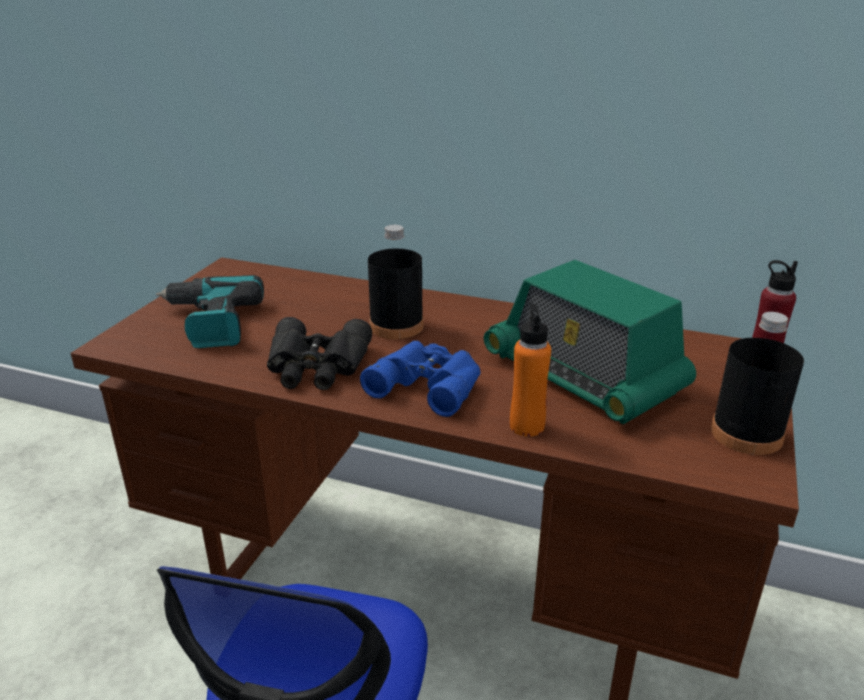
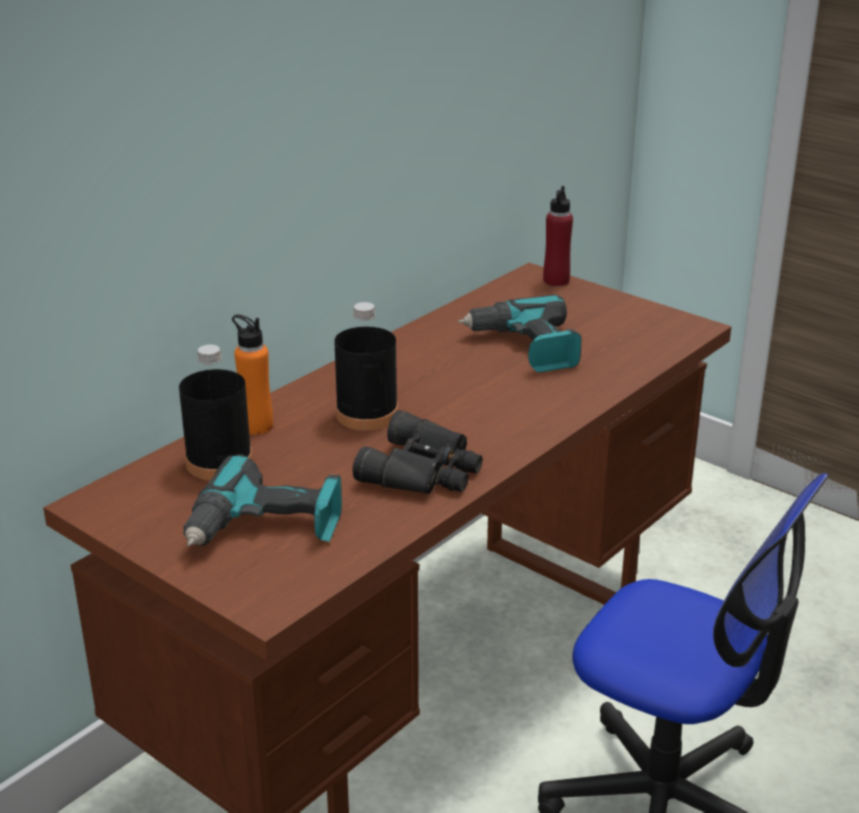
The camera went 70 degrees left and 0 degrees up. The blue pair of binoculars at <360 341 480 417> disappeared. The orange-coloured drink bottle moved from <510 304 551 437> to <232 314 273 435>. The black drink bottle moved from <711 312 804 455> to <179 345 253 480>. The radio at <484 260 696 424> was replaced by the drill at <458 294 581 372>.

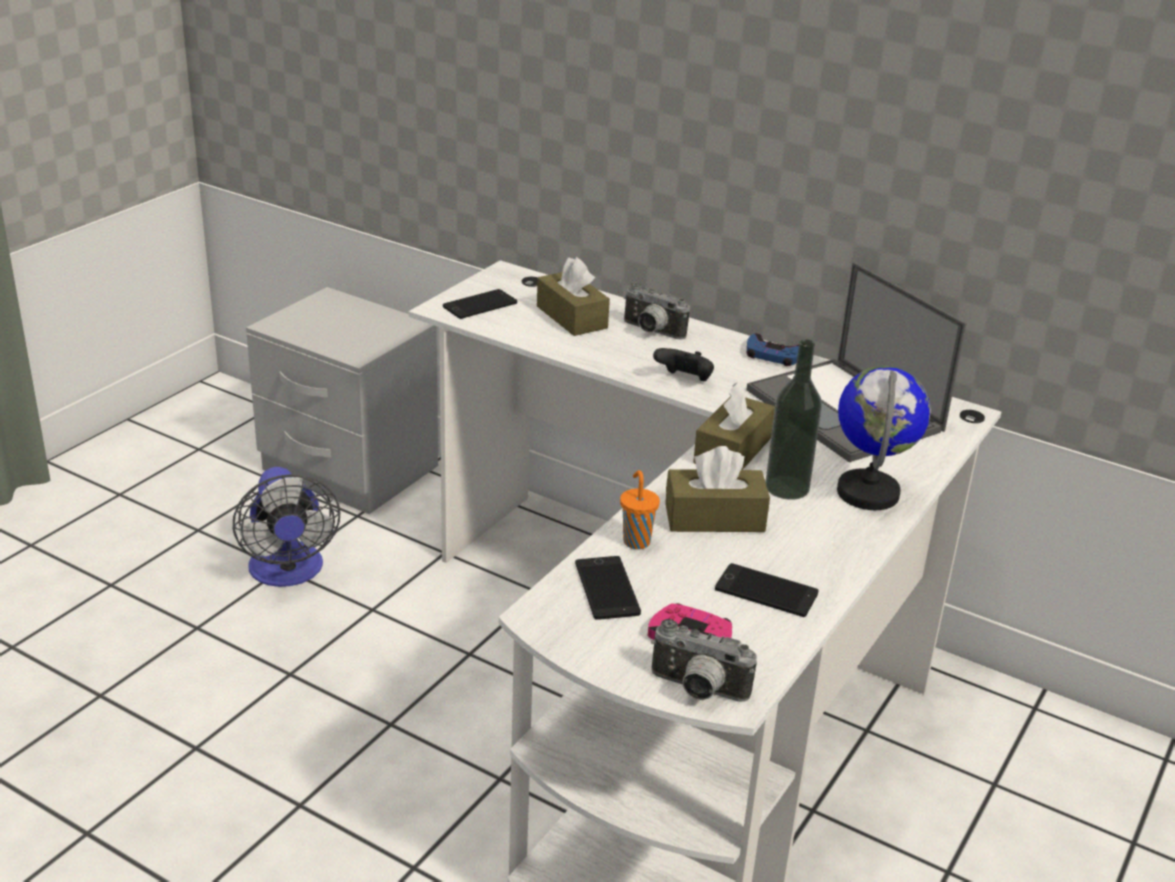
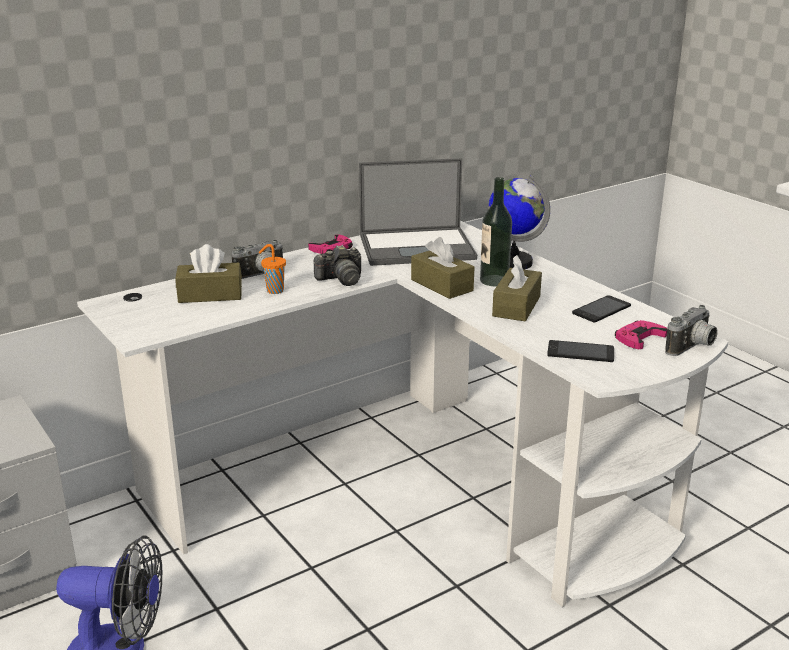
The camera went 65 degrees left and 5 degrees down. The handset at <443 289 517 319> disappeared. The orange-coloured small cup moved from <620 470 660 549> to <259 244 286 294>. The black joypad at <653 348 714 381> was replaced by the still camera at <313 245 361 286>. The blue joypad at <747 333 799 366> became the pinkish joypad at <308 234 353 254>.

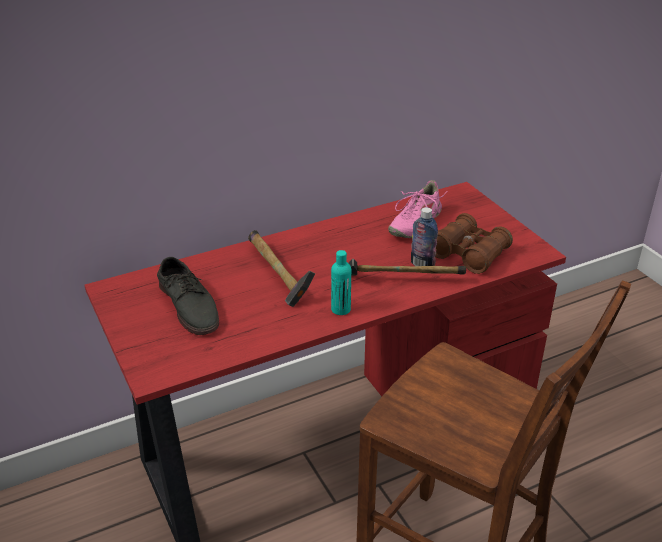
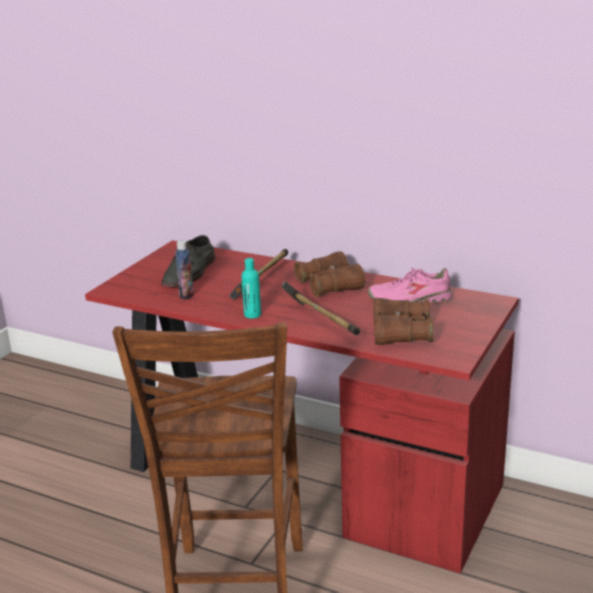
The camera went 55 degrees right and 10 degrees down. The brown pair of binoculars at <294 251 365 297> appeared. The drink bottle moved from <411 207 438 266> to <175 241 194 300>.

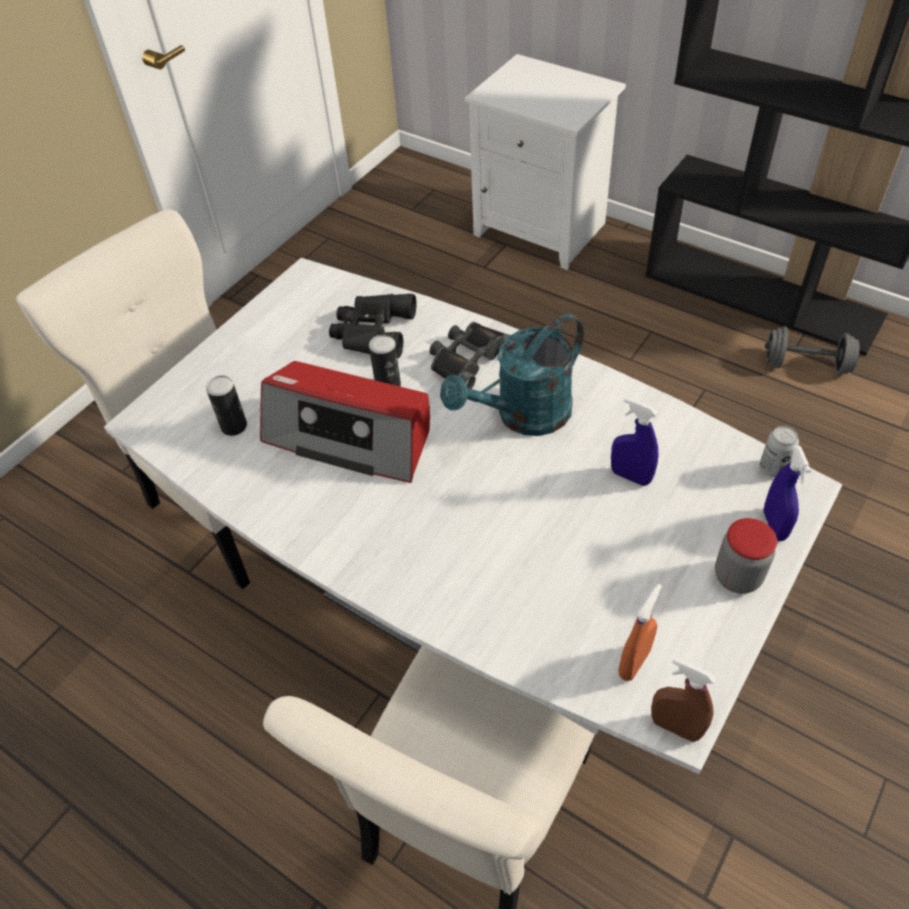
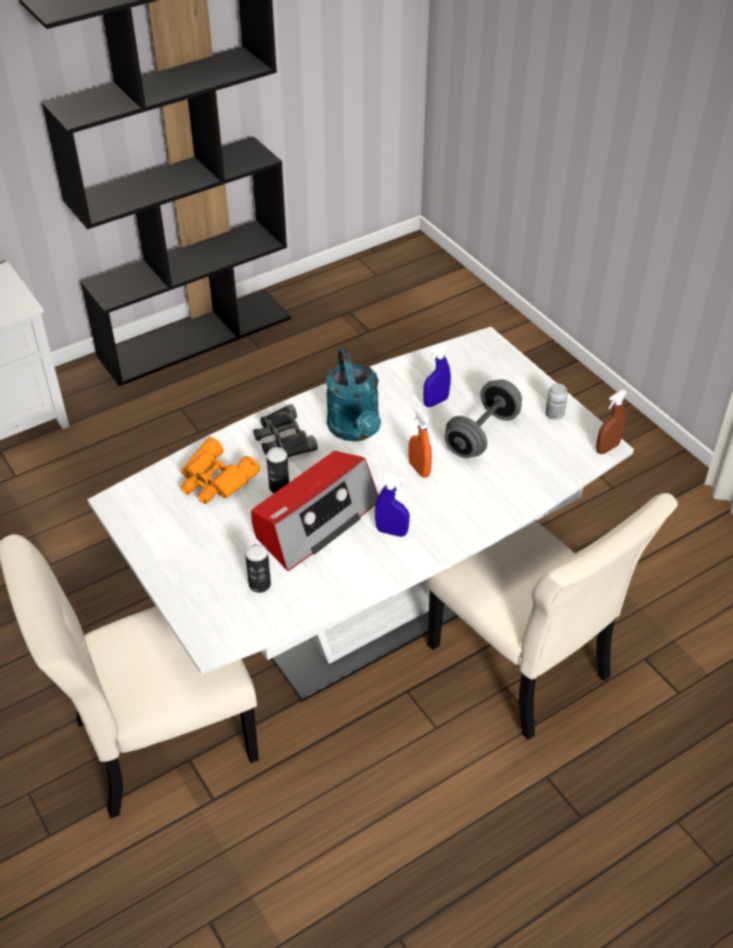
The camera went 70 degrees left and 5 degrees down. The storage jar at <715 518 777 594> disappeared. The orange-coloured hand sprayer moved from <618 584 662 681> to <409 406 432 478>. The can moved from <759 426 799 478> to <545 383 568 420>. The blue hand sprayer moved from <763 445 811 541> to <375 474 410 537>. The grey dumbbell moved from <765 326 860 375> to <444 380 522 458>. The black pair of binoculars at <329 294 417 358> became the orange-coloured pair of binoculars at <181 437 260 504>.

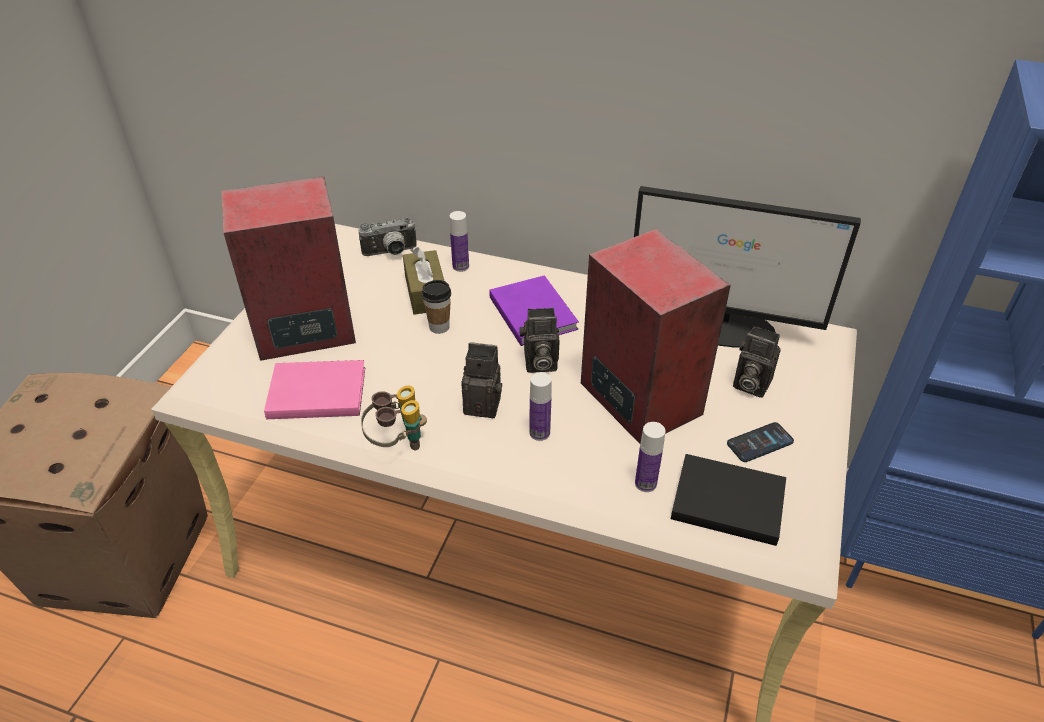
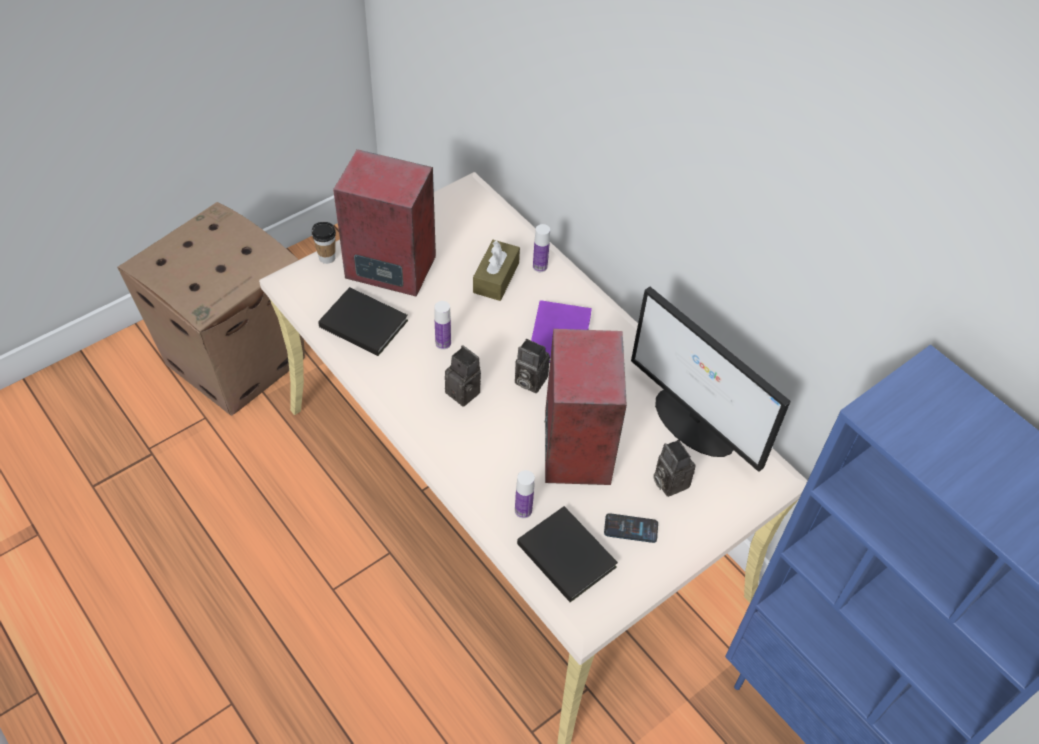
The camera went 30 degrees right and 10 degrees up. The still camera at <358 218 417 256> disappeared. The pair of binoculars at <361 386 427 450> disappeared. The small cup moved from <422 280 451 334> to <311 222 336 264>. The drink bottle moved from <529 372 552 441> to <434 301 451 350>. The pinkish bound book at <264 360 365 419> became the black bound book at <318 287 408 356>.

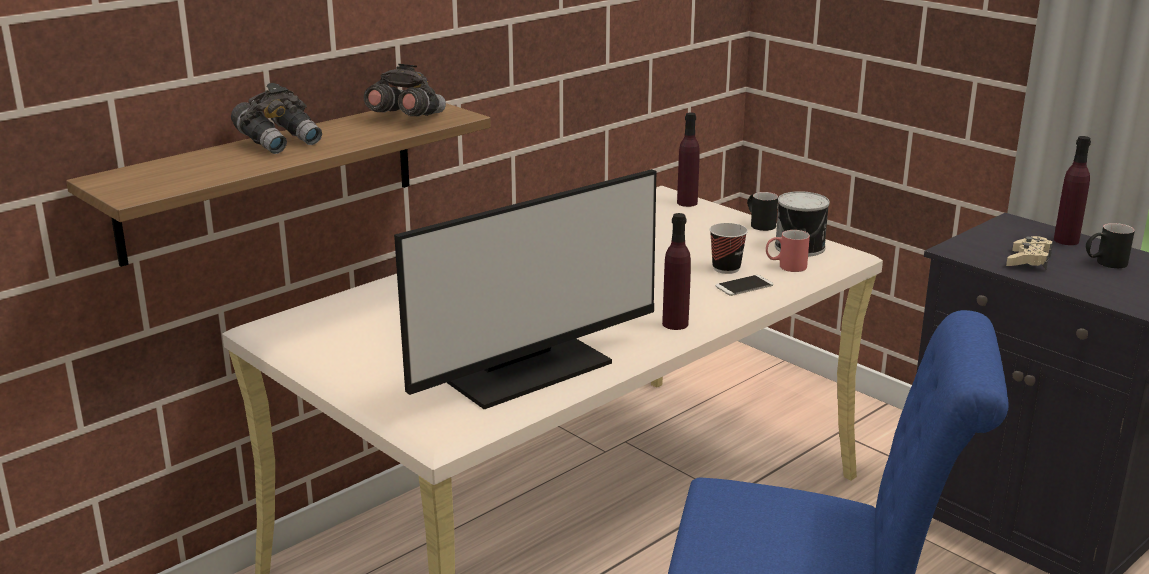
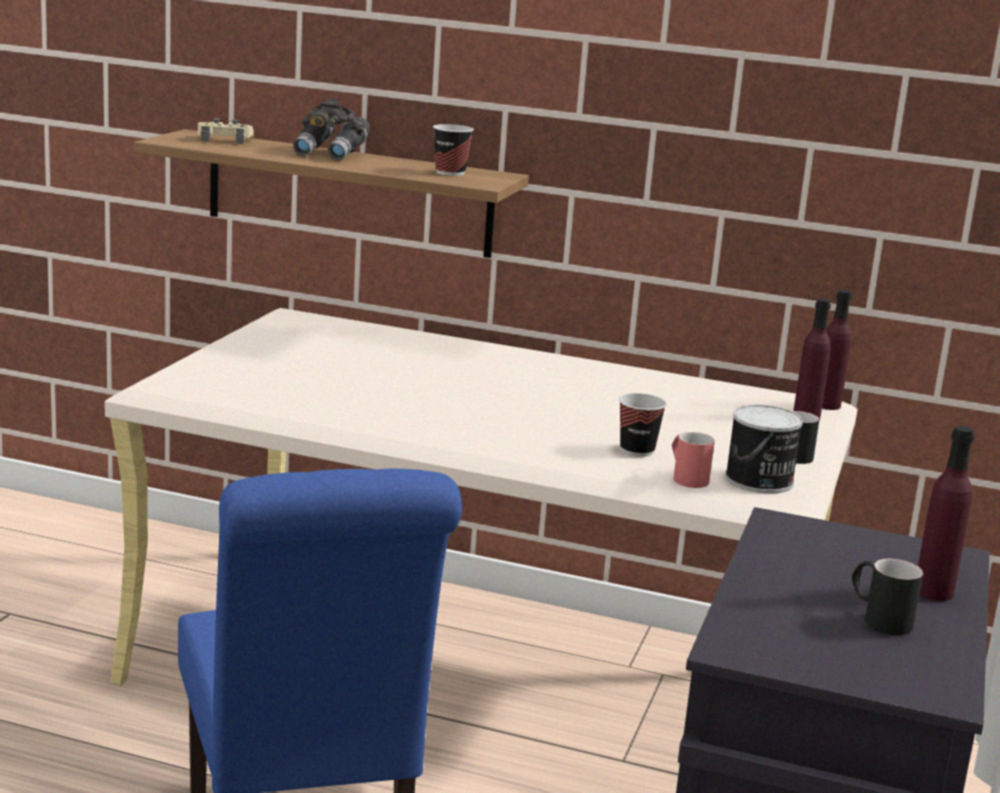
The camera went 60 degrees right and 5 degrees down. The computer screen at <394 169 656 409> disappeared. The handset at <715 275 773 296> disappeared. The purple-coloured drink bottle moved from <662 213 691 330> to <822 290 852 410>. The beige-coloured joypad moved from <1006 236 1053 270> to <198 118 253 144>. The grey pair of binoculars at <364 64 446 116> was replaced by the small cup at <433 124 474 176>.

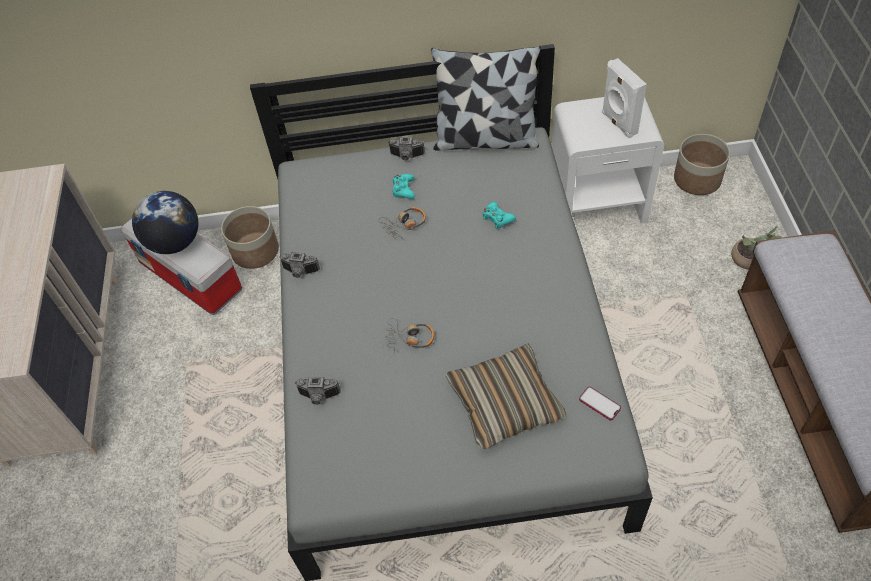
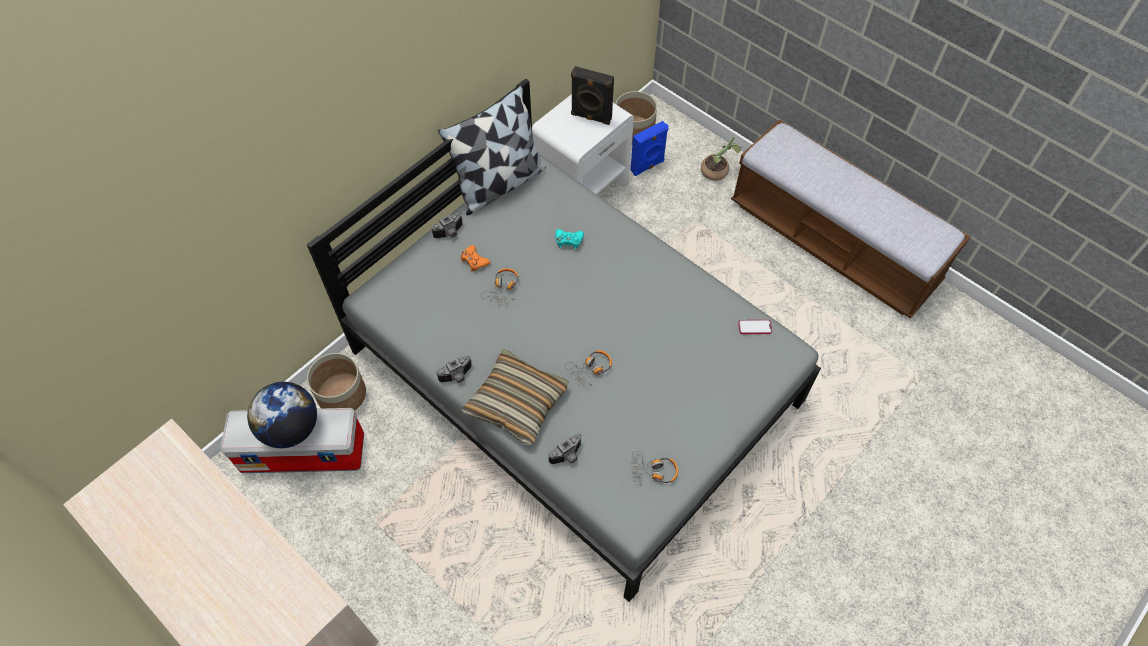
The camera went 45 degrees left and 5 degrees up. The blue audio speaker at <630 121 669 176> appeared. The headset at <632 451 678 486> appeared. The cushion moved from <445 344 566 449> to <462 349 569 445>. The turquoise joypad at <393 174 415 199> became the orange-coloured joypad at <461 245 490 272>. The white audio speaker at <602 58 647 138> became the black audio speaker at <571 66 614 125>.

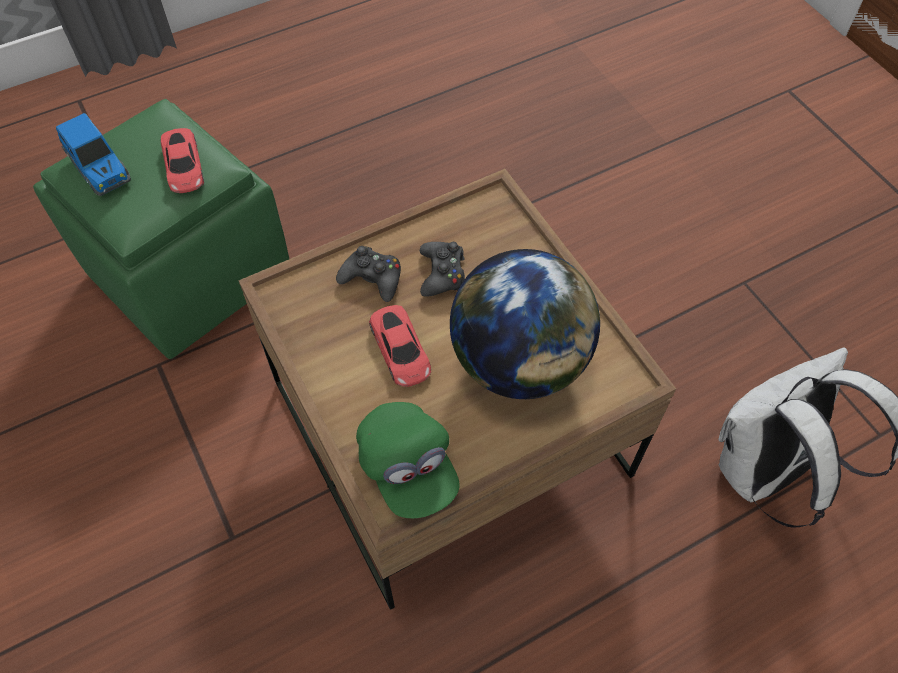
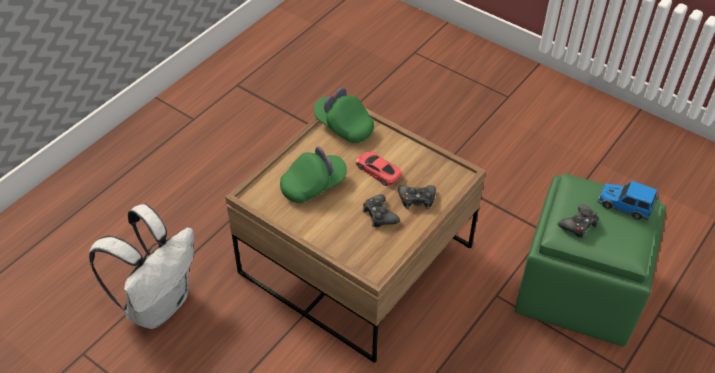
The camera went 155 degrees right and 10 degrees down. The red model car at <160 128 204 193> was replaced by the black joypad at <558 204 599 238>. The desk globe at <450 249 600 399> was replaced by the green peaked cap at <280 146 347 203>.

